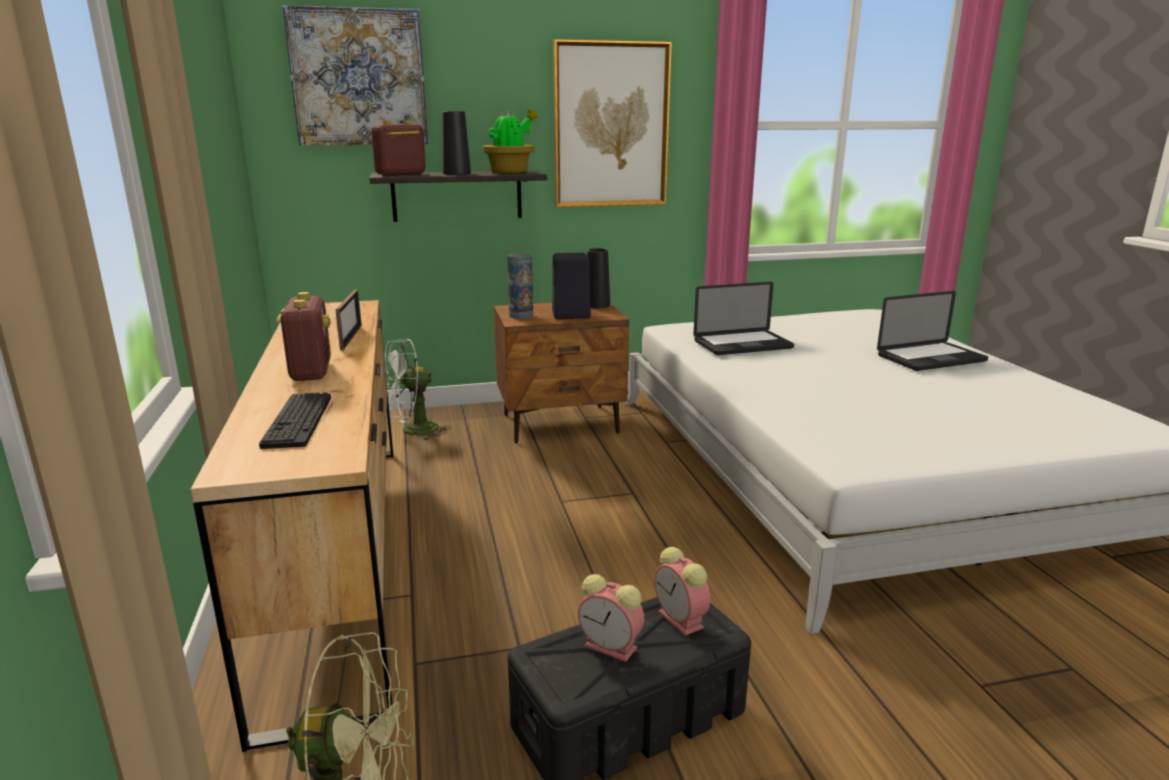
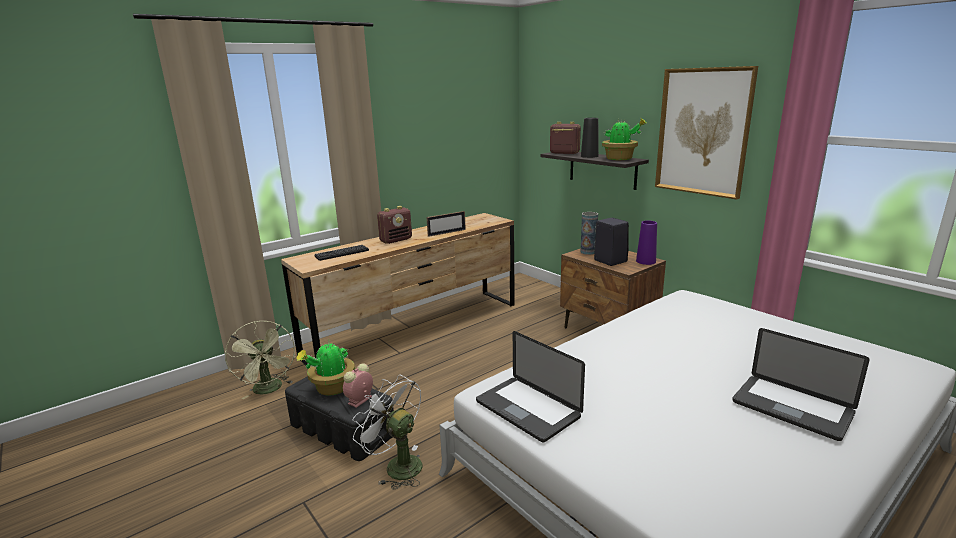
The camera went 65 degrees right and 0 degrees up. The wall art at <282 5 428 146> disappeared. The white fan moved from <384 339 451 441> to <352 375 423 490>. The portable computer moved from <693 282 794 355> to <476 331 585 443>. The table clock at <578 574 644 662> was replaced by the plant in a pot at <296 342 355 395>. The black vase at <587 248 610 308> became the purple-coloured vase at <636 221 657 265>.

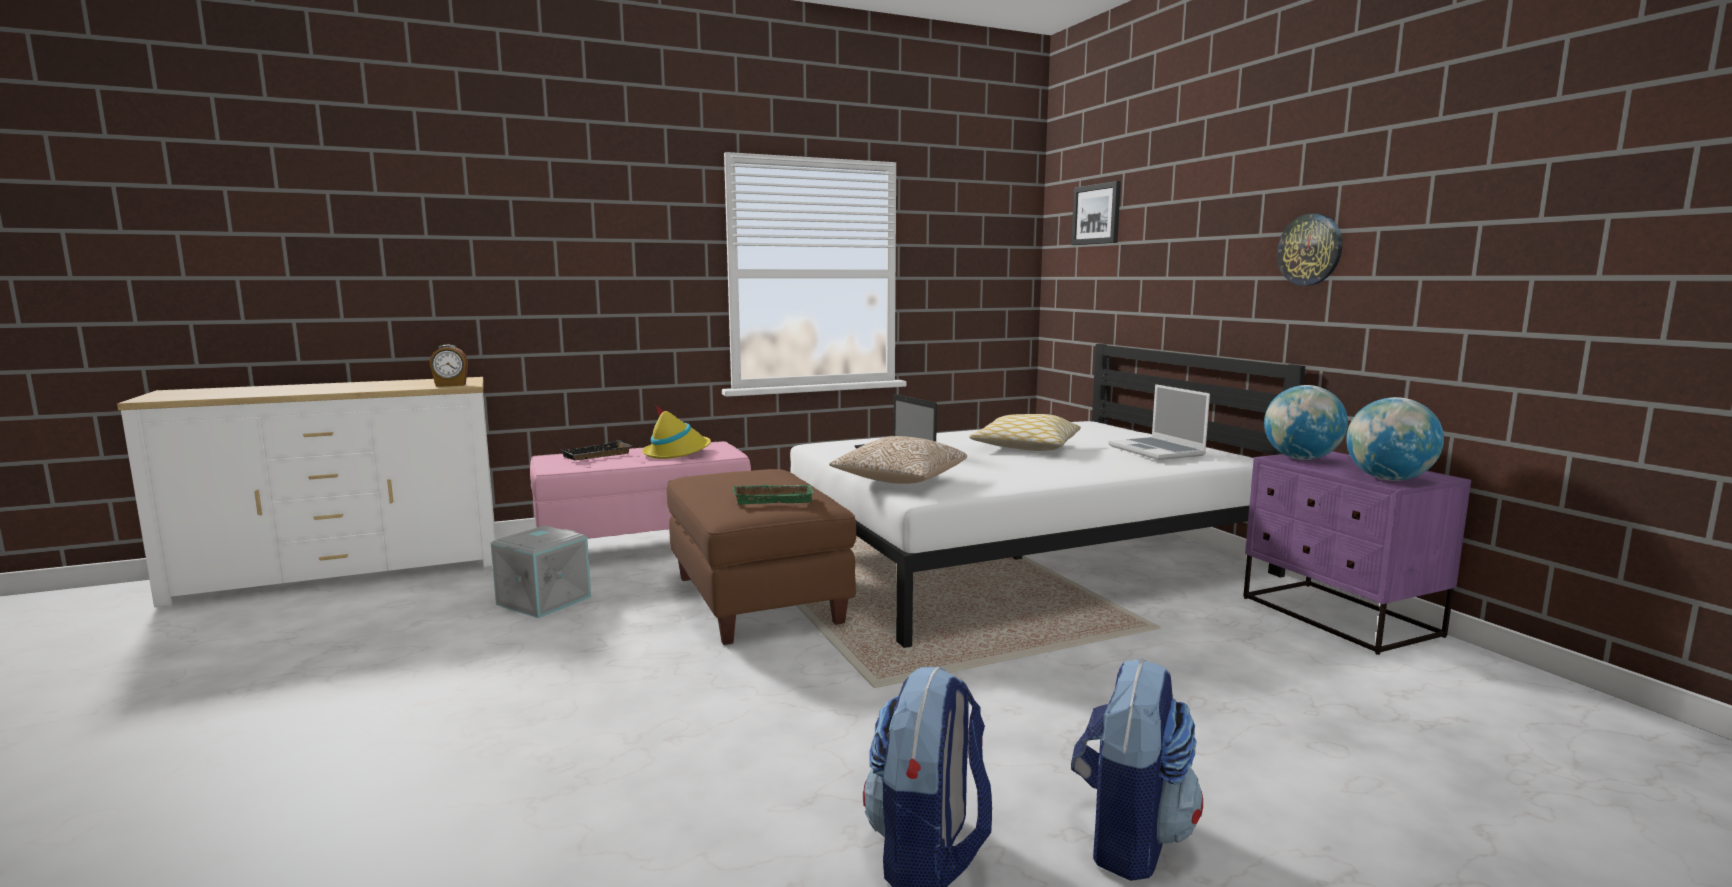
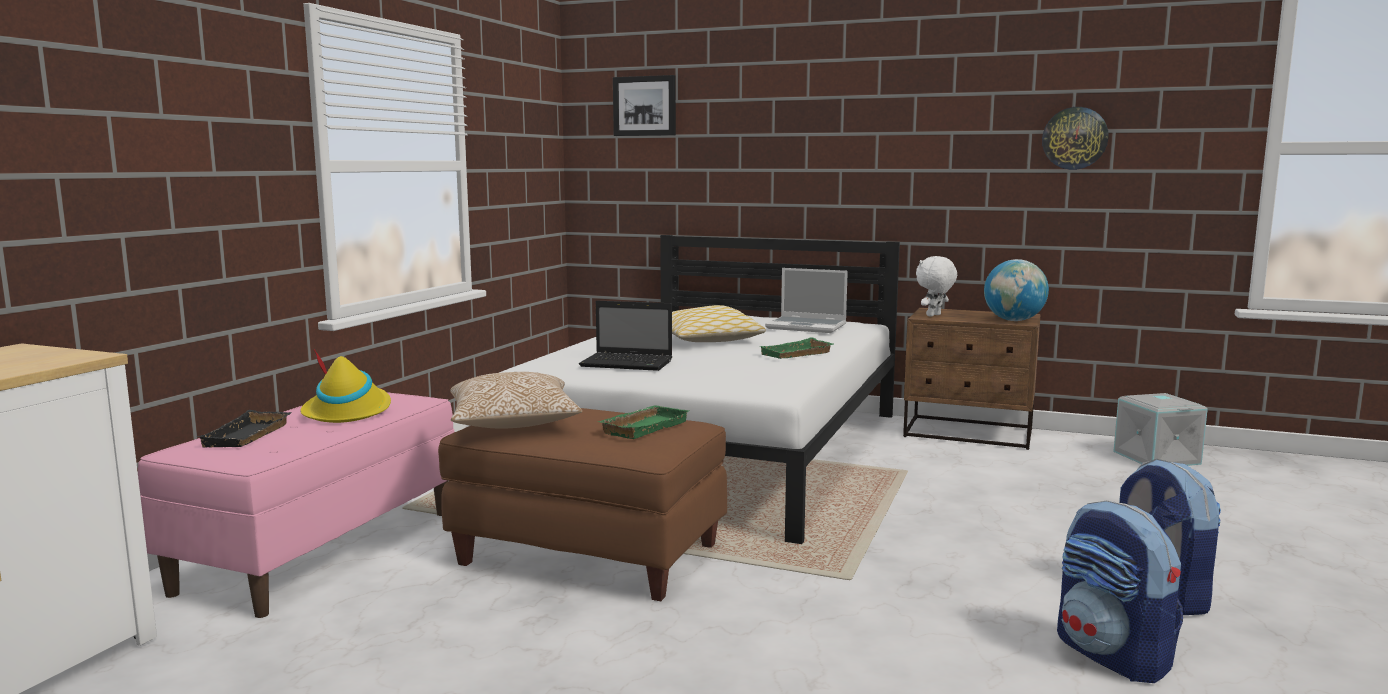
The camera went 45 degrees left and 0 degrees up. The table clock at <429 344 468 387> disappeared. The green serving tray at <760 337 833 359> appeared. The grey storage bin moved from <491 526 591 618> to <1113 393 1208 466>. The cushion moved from <829 436 967 484> to <450 372 582 429>. The wall clock moved from <1277 213 1342 286> to <1042 107 1109 170>. The desk globe at <1264 385 1348 460> was replaced by the white soft toy at <916 256 957 317>. The purple-coloured nightstand at <1243 451 1471 655> became the brown nightstand at <903 308 1041 450>.

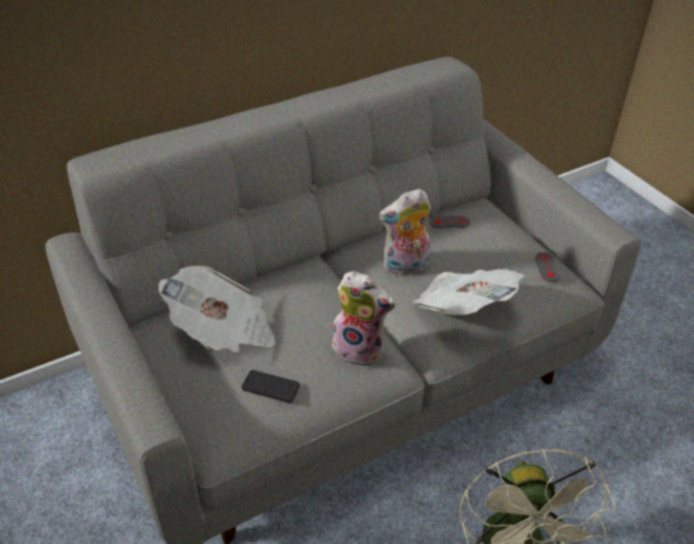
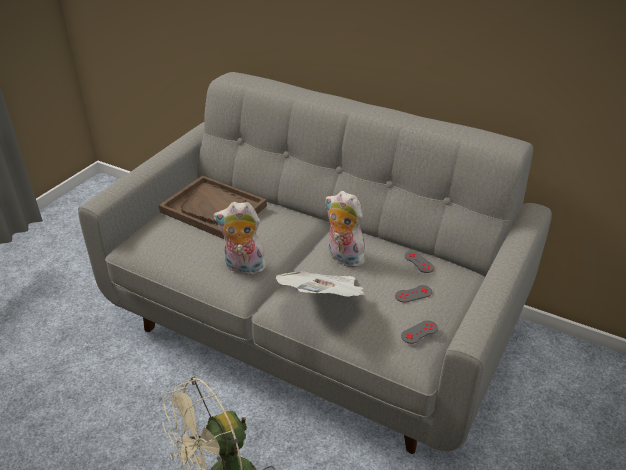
The camera went 60 degrees right and 5 degrees down. The handset at <242 370 300 403> disappeared. The grey joypad at <395 285 432 303> appeared. The newspaper at <158 266 276 352> was replaced by the brown serving tray at <159 176 267 239>. The soft toy at <332 271 396 368> turned 105 degrees clockwise.

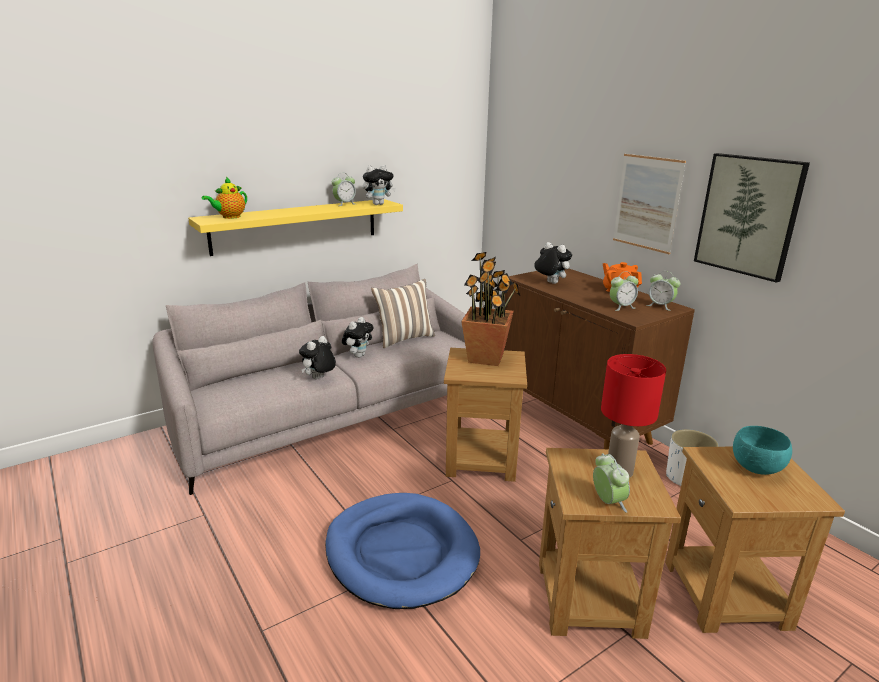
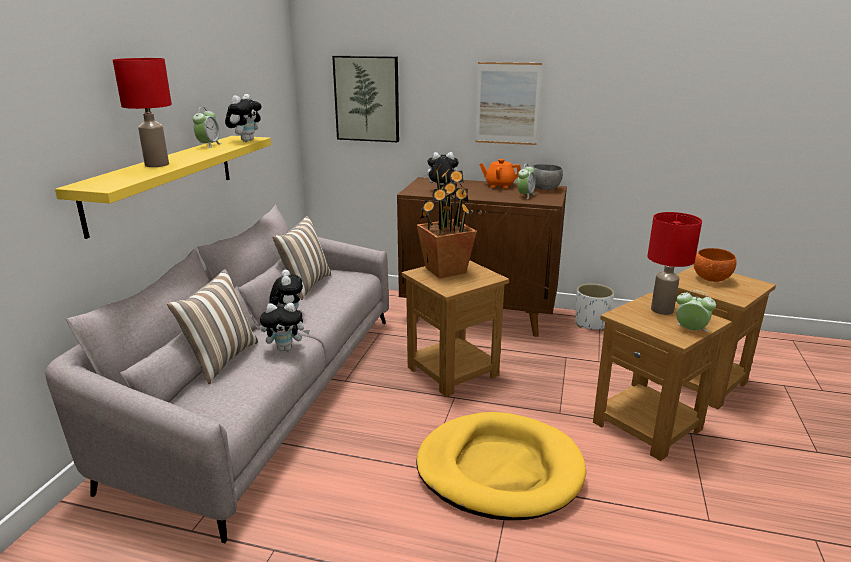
The camera went 40 degrees left and 0 degrees up. The pot for tea at <202 177 247 219> disappeared. The red tabletop lamp at <113 58 172 167> appeared. The cushion at <167 269 258 384> appeared. The wall art moved from <694 153 810 283> to <332 56 399 142>. The table clock at <647 271 680 311> was replaced by the grey serving bowl at <532 164 563 190>. The blue pet bed at <325 493 480 609> became the yellow pet bed at <416 412 586 520>. The turquoise serving bowl at <733 426 792 475> became the orange-coloured serving bowl at <694 248 737 282>. The soft toy at <299 336 336 379> turned 90 degrees counterclockwise.

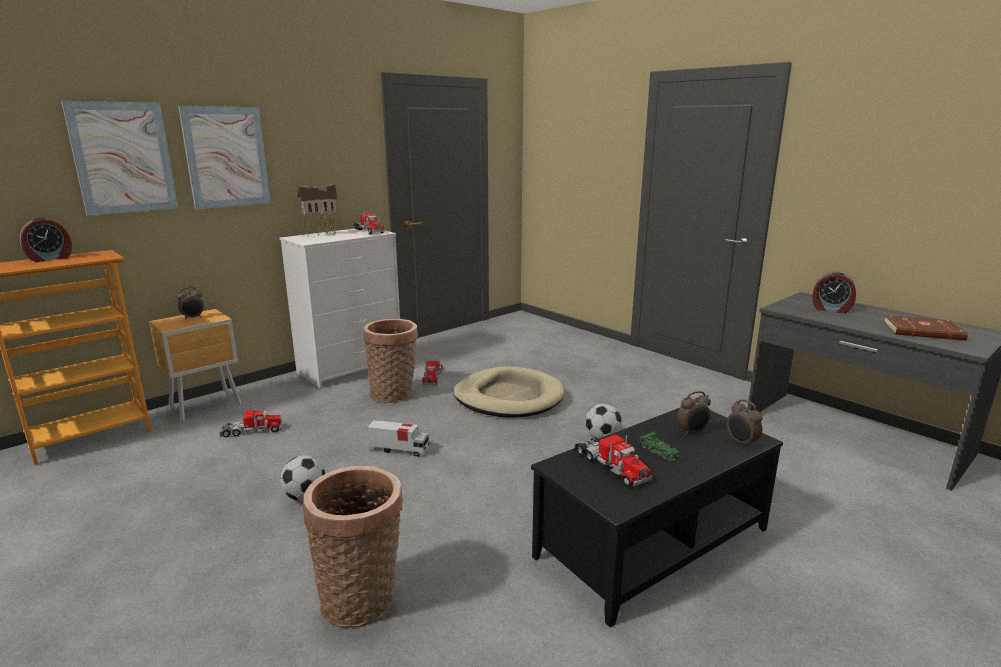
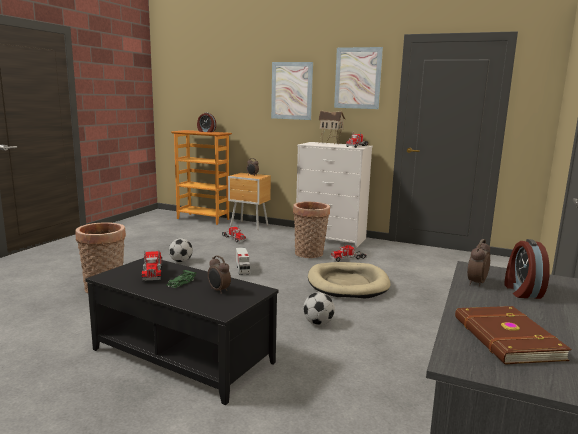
The camera went 65 degrees right and 5 degrees down. The wall art moved from <61 101 178 216> to <334 47 383 109>. The table clock moved from <727 399 762 449> to <467 239 490 286>. The model truck at <575 435 652 487> turned 45 degrees counterclockwise.

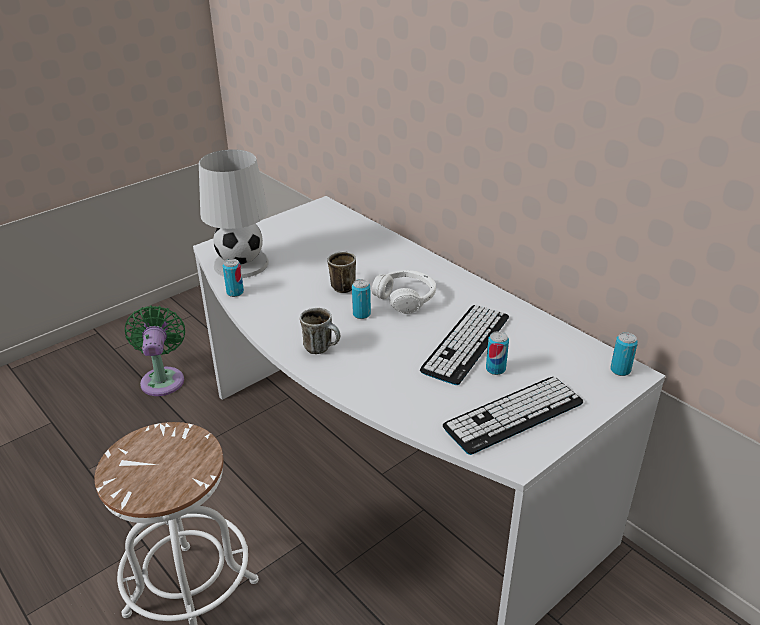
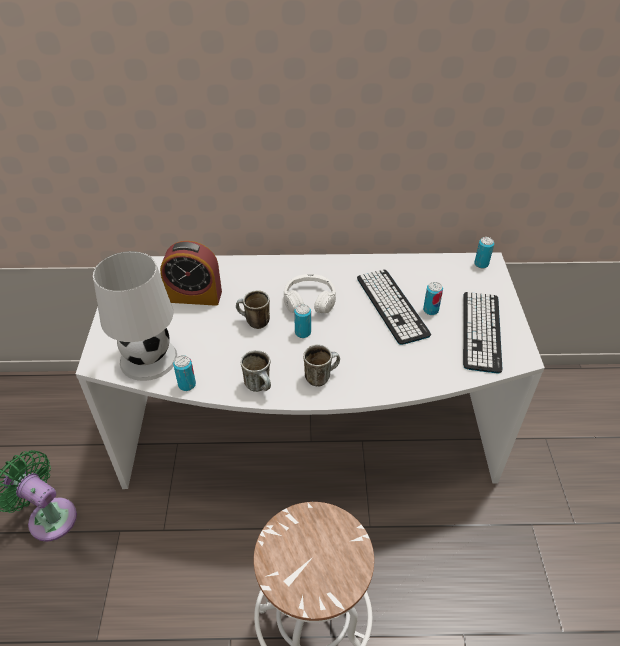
The camera went 50 degrees left and 10 degrees up. The table clock at <160 241 222 306> appeared. The mug at <241 350 271 392> appeared.

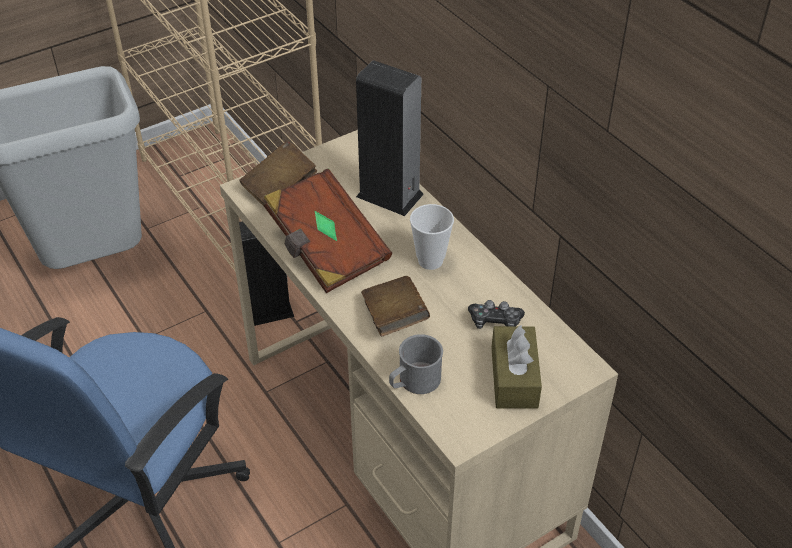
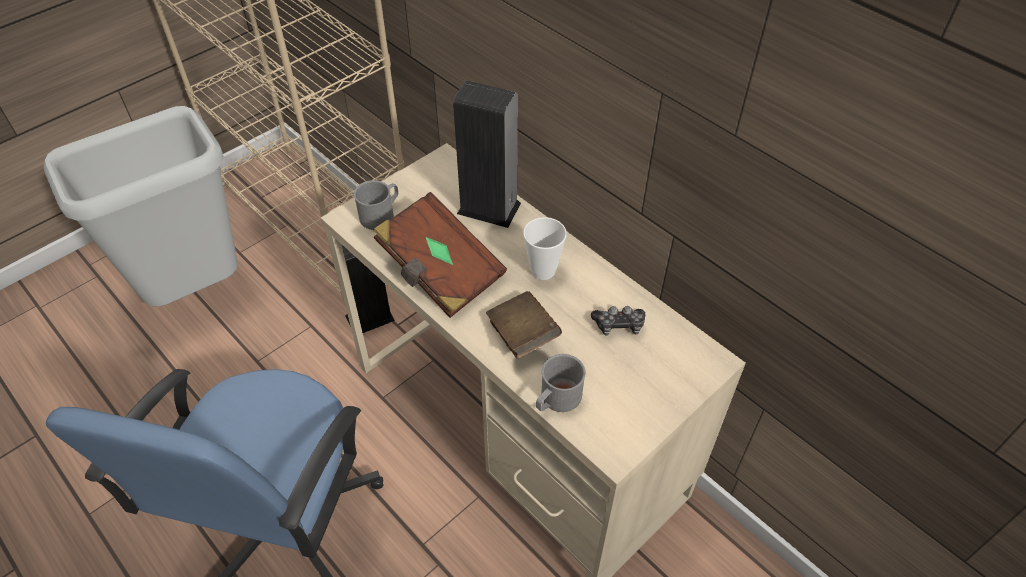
The camera went 10 degrees left and 5 degrees up. The brown tissue box at <491 324 542 409> disappeared. The brown bound book at <239 140 317 206> was replaced by the grey mug at <354 180 398 230>.

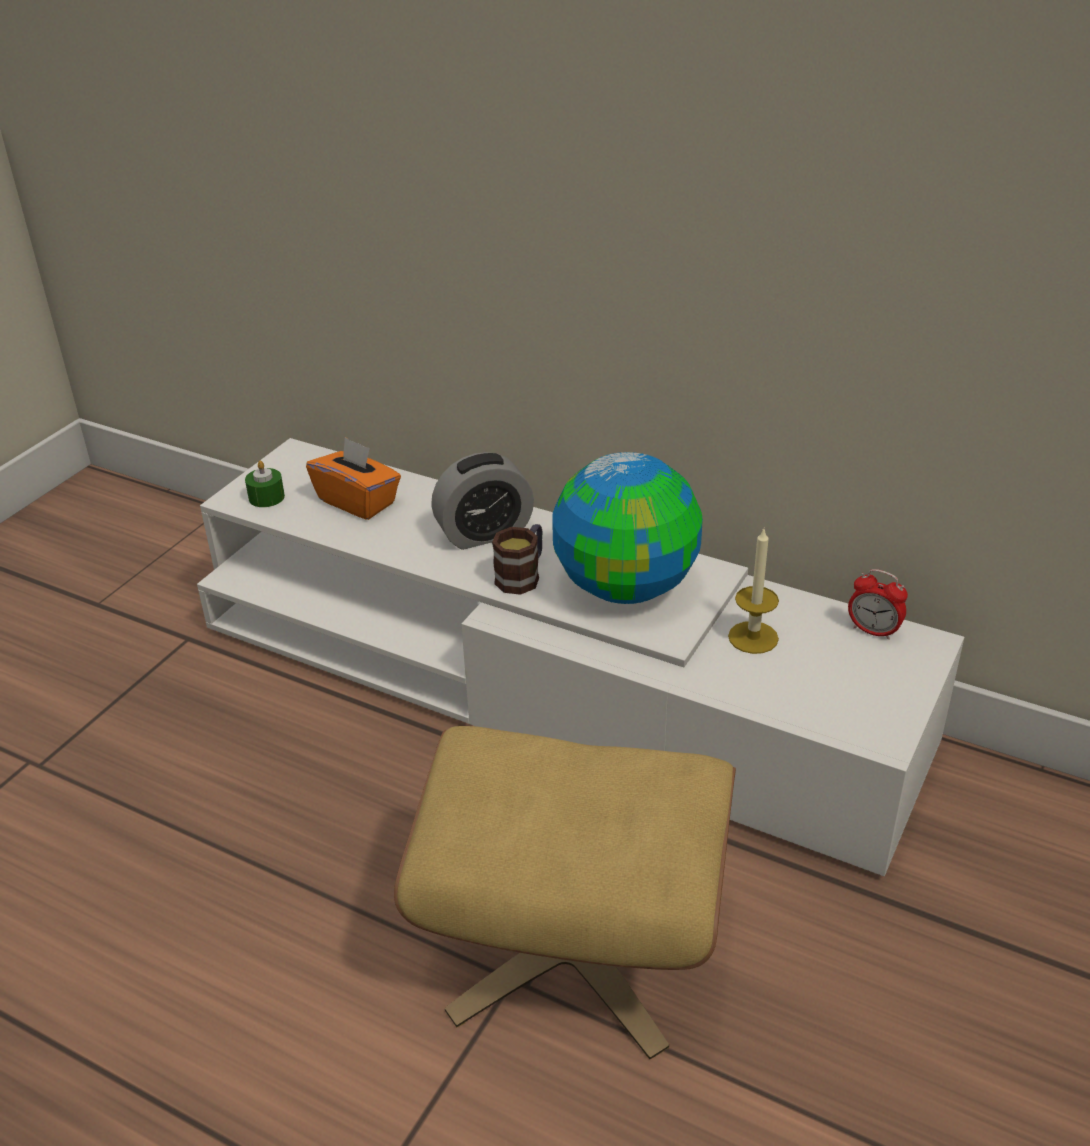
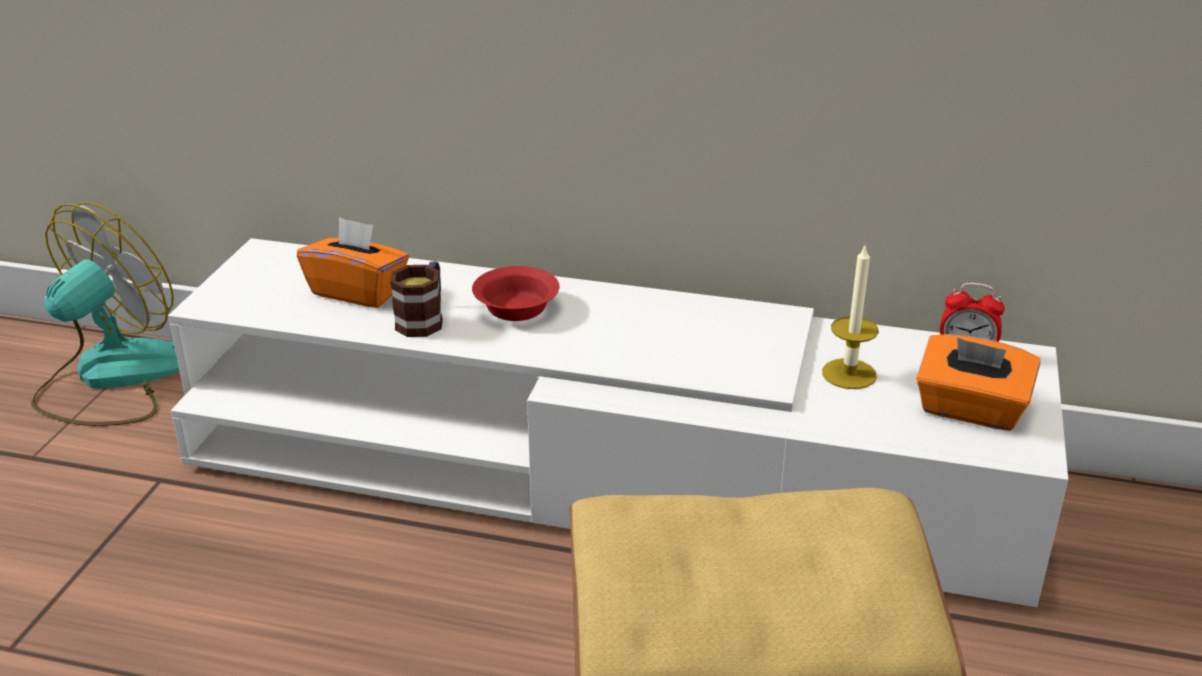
The camera went 15 degrees left and 5 degrees down. The green wax light at <245 461 285 507> disappeared. The desk globe at <552 452 703 604> disappeared. The fan at <31 202 179 426> appeared. The orange-coloured tissue box at <916 334 1041 431> appeared. The mug moved from <492 524 543 595> to <390 261 443 337>. The table clock at <431 452 534 550> was replaced by the red serving bowl at <472 266 560 321>.

